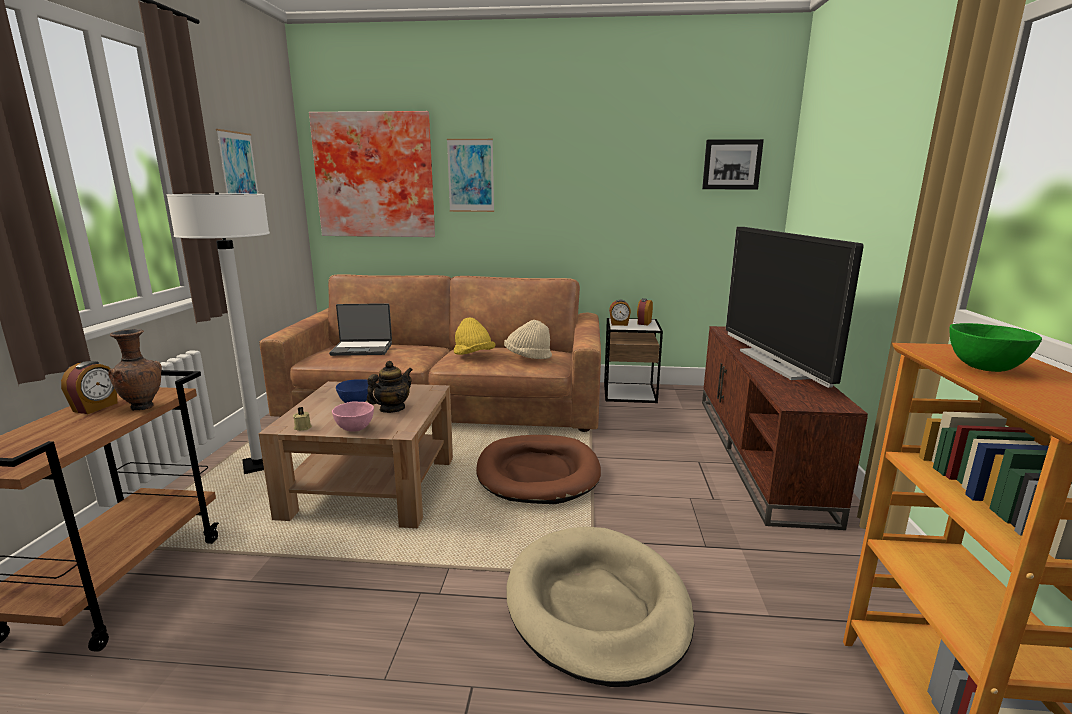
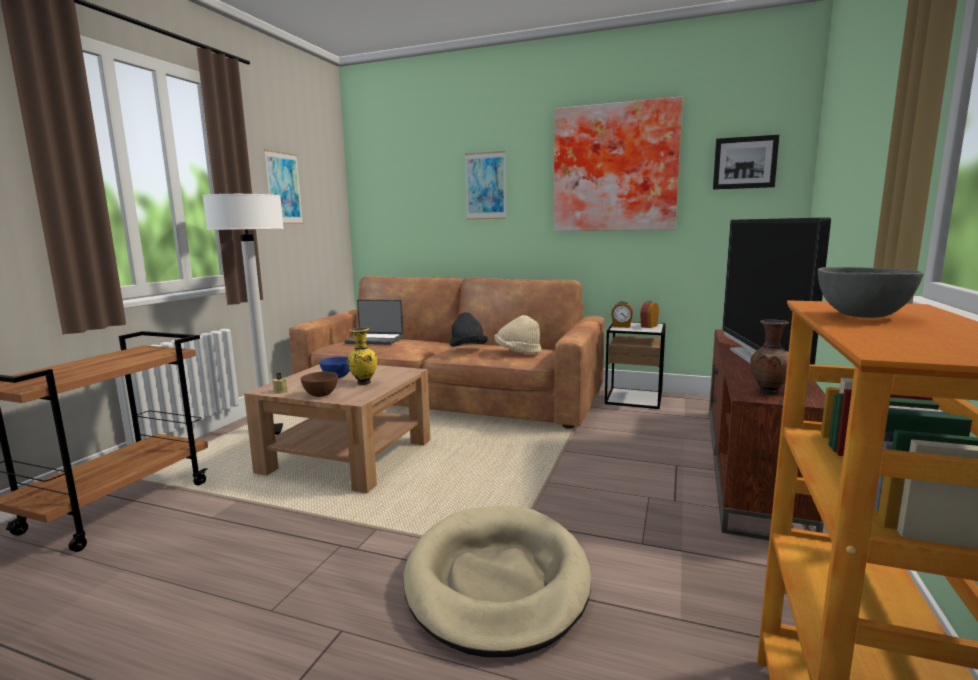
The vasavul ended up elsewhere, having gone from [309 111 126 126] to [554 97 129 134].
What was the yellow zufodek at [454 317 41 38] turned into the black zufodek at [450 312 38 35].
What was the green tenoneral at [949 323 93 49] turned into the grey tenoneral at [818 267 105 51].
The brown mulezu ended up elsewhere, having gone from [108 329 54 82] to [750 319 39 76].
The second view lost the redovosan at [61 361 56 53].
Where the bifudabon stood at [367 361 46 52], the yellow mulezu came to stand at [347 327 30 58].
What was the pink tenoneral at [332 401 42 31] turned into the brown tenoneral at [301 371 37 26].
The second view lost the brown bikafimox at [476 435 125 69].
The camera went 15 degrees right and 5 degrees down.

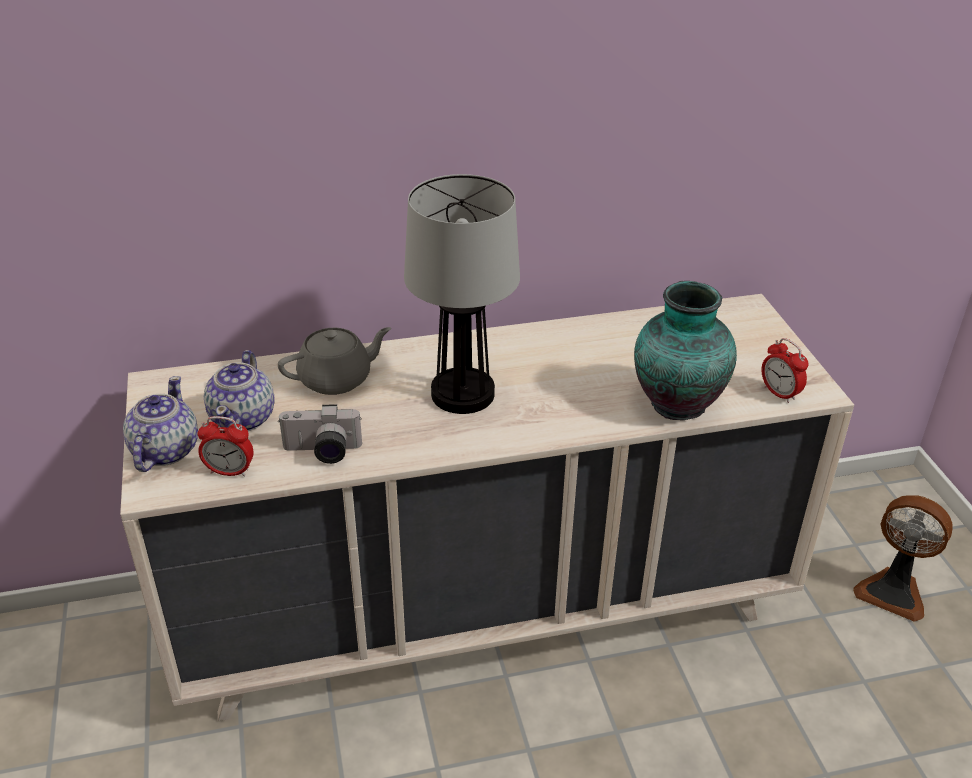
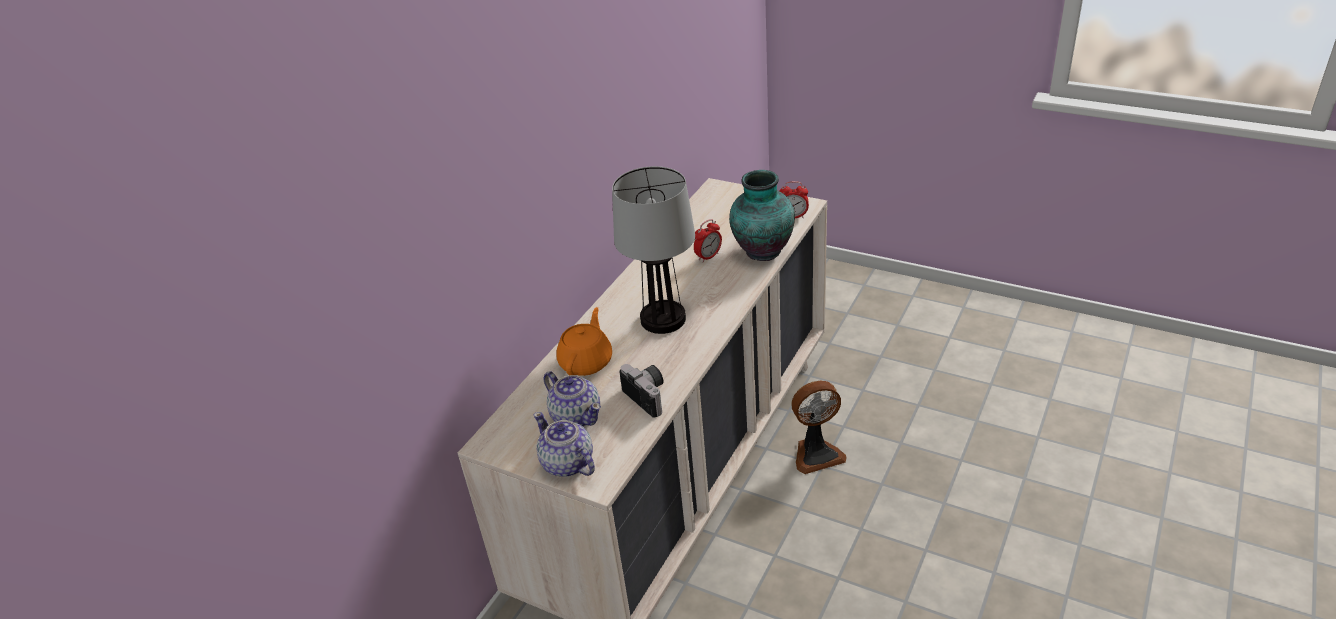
What was the grey bifudabon at [278 327 113 68] turned into the orange bifudabon at [556 307 56 69].
The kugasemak at [278 404 84 60] ended up facing another way, 75 degrees counterclockwise from before.
The redovosan ended up elsewhere, having gone from [198 416 55 61] to [694 219 28 43].
The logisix ended up elsewhere, having gone from [853 495 100 127] to [791 381 56 93].
The camera went 45 degrees left and 0 degrees up.

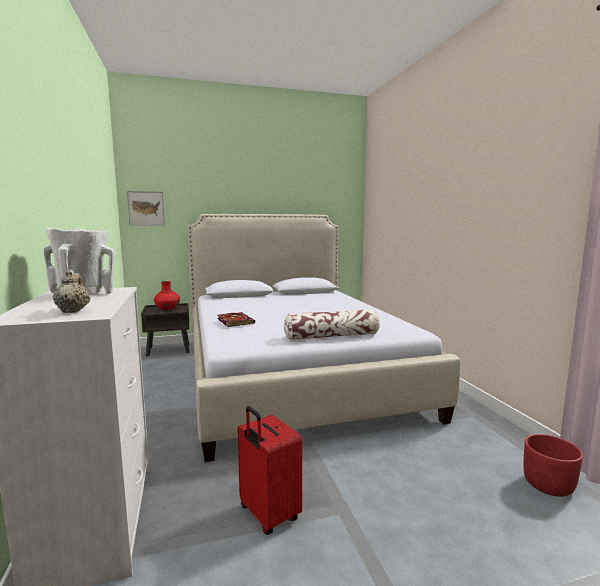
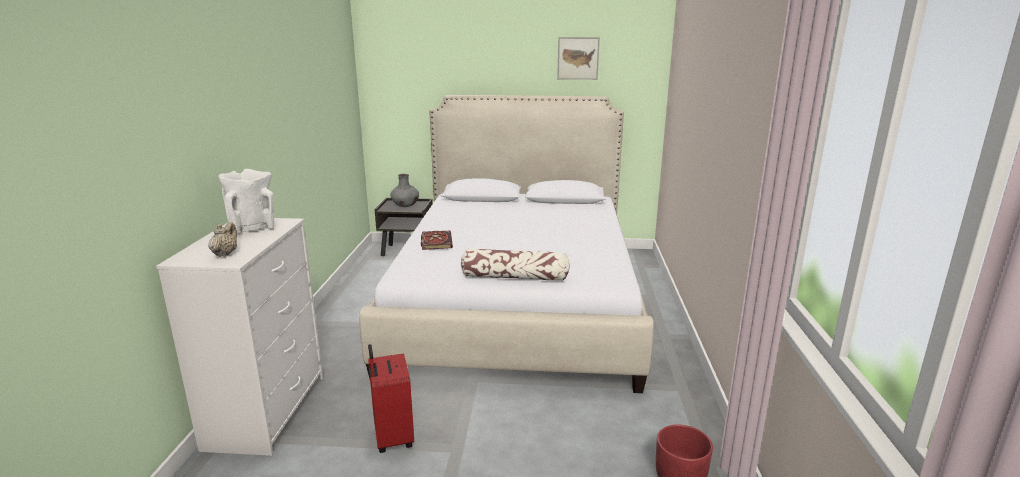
The vasavul ended up elsewhere, having gone from [127 191 38 35] to [557 37 43 43].
What was the red mulezu at [154 281 26 29] turned into the grey mulezu at [390 174 29 33].
The camera went 20 degrees right and 10 degrees up.

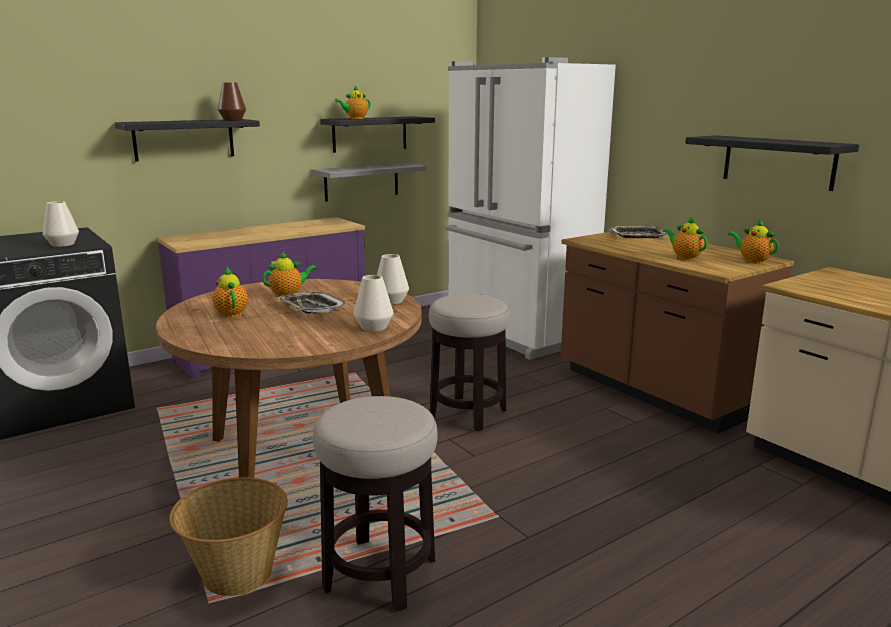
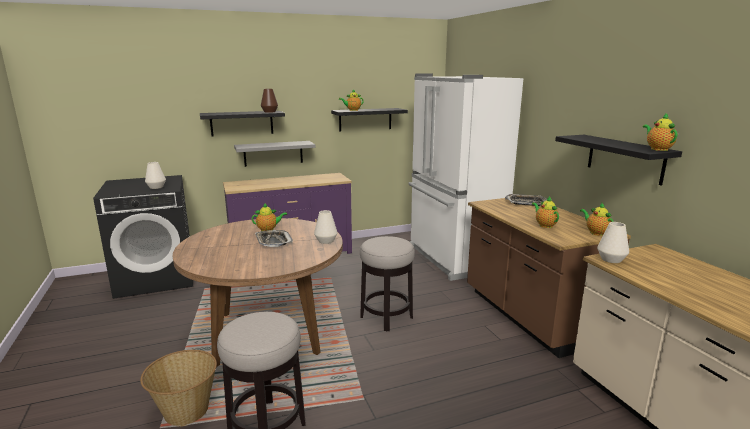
The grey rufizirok ended up elsewhere, having gone from [312 163 114 39] to [234 141 82 26].
The bifudabon ended up elsewhere, having gone from [213 266 35 52] to [643 113 34 38].
The white mulezu ended up elsewhere, having gone from [354 275 39 57] to [597 222 32 41].
The camera went 15 degrees right and 0 degrees up.

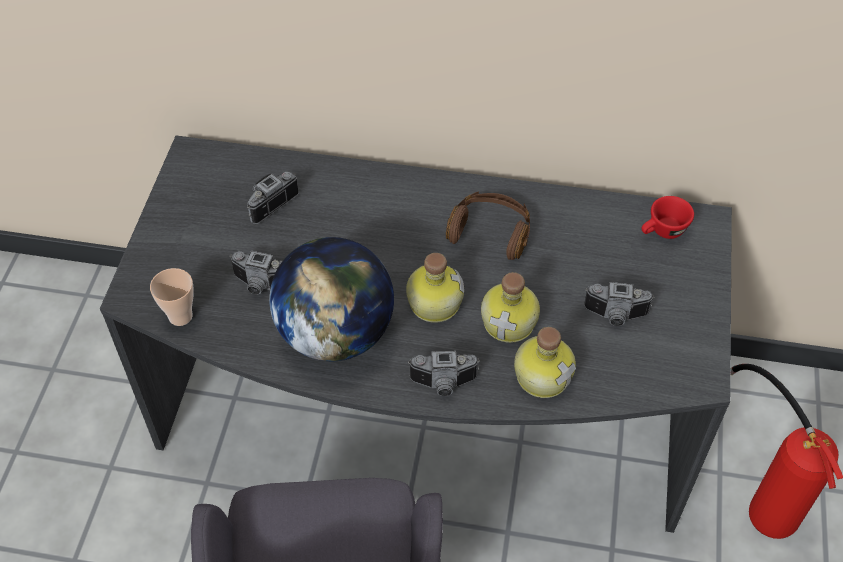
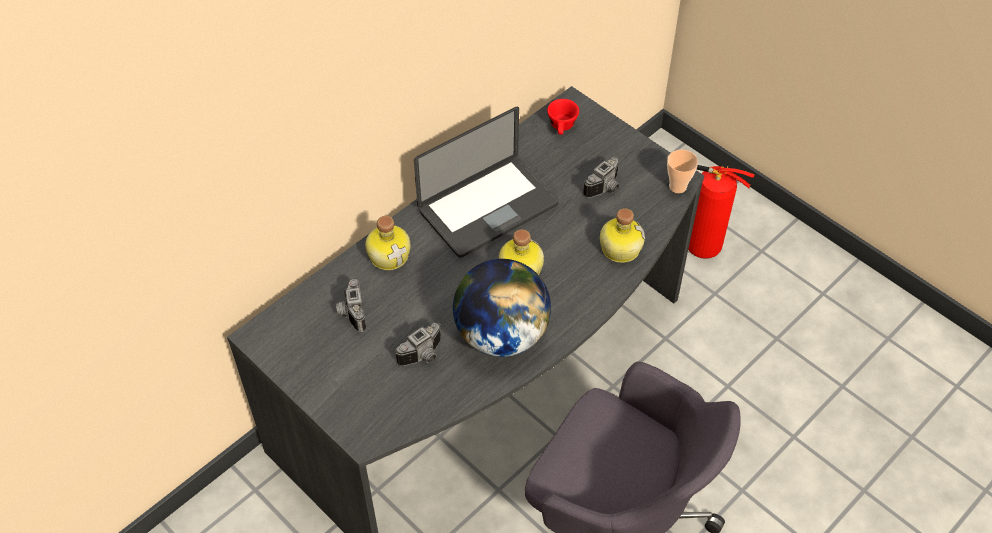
Where the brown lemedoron stood at [446 192 84 68], the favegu came to stand at [414 107 145 151].
The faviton ended up elsewhere, having gone from [150 268 44 58] to [667 150 31 43].
The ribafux ended up elsewhere, having gone from [481 272 59 71] to [365 216 45 54].
The second view lost the kugasemak at [408 351 72 45].
The camera went 55 degrees left and 0 degrees up.

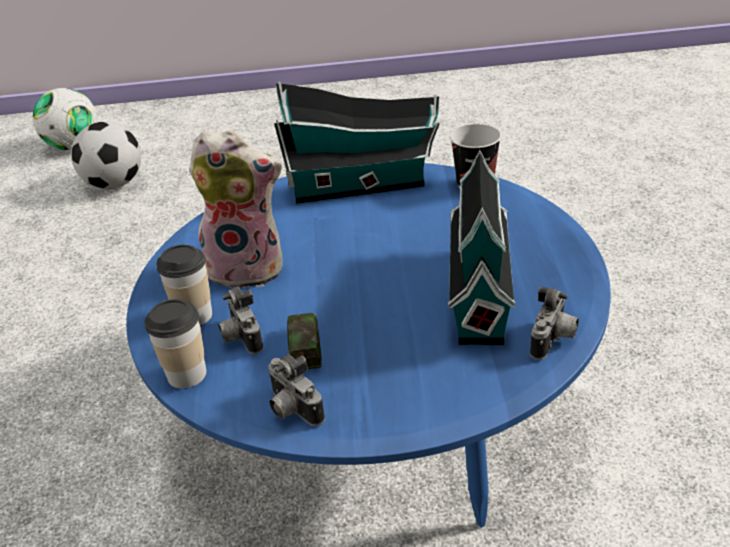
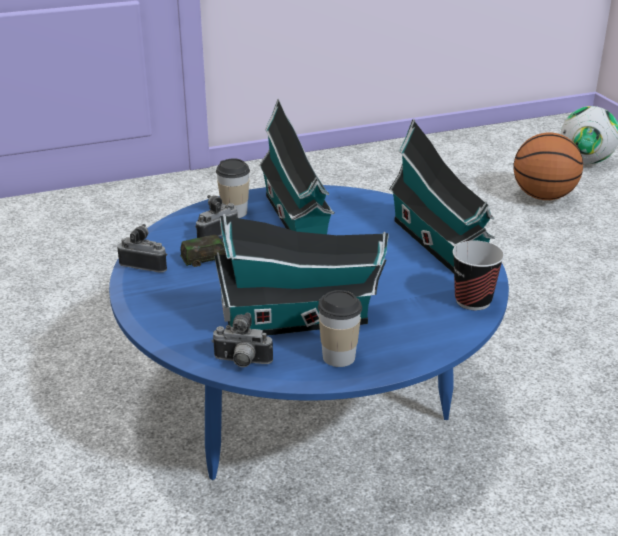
Where the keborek stood at [71 122 70 67], the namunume came to stand at [513 132 70 68].
Where the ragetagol stood at [189 130 94 158], the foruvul came to stand at [259 99 76 135].
The faviton ended up elsewhere, having gone from [145 299 62 89] to [318 290 44 77].
The kugasemak at [268 355 57 71] ended up facing another way, 75 degrees clockwise from before.
The camera went 70 degrees right and 5 degrees down.

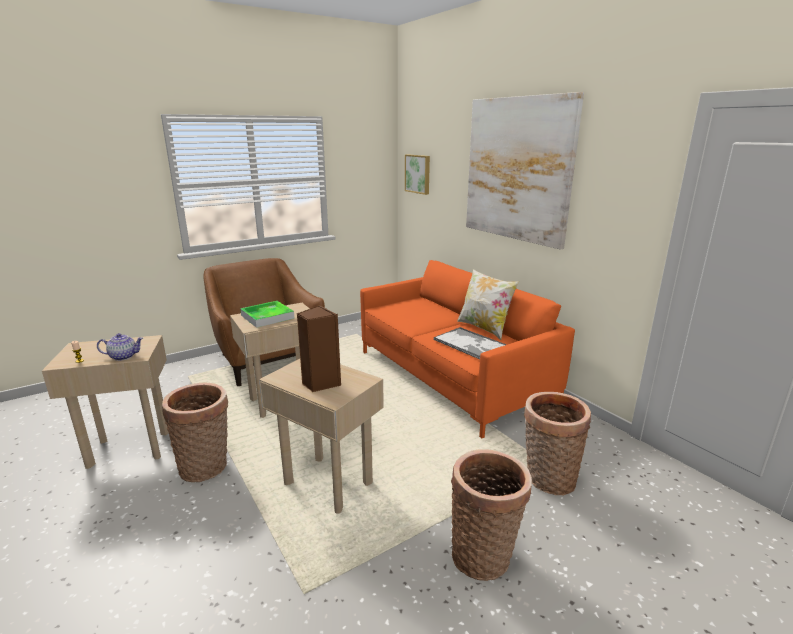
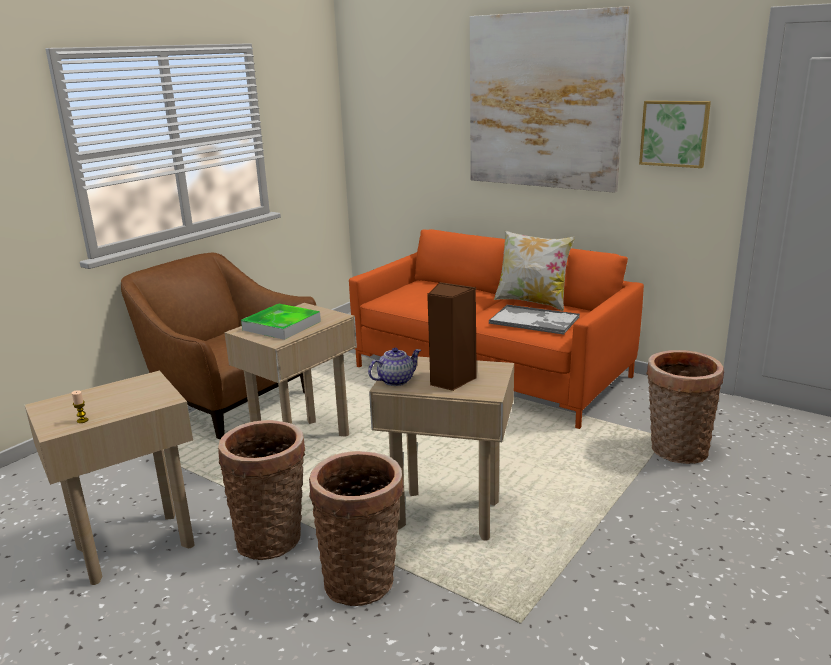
The vasavul ended up elsewhere, having gone from [405 154 25 41] to [639 101 72 67].
The bifudabon ended up elsewhere, having gone from [97 333 46 28] to [368 348 53 38].
The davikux ended up elsewhere, having gone from [451 449 81 132] to [309 451 95 155].
The camera went 20 degrees left and 0 degrees up.

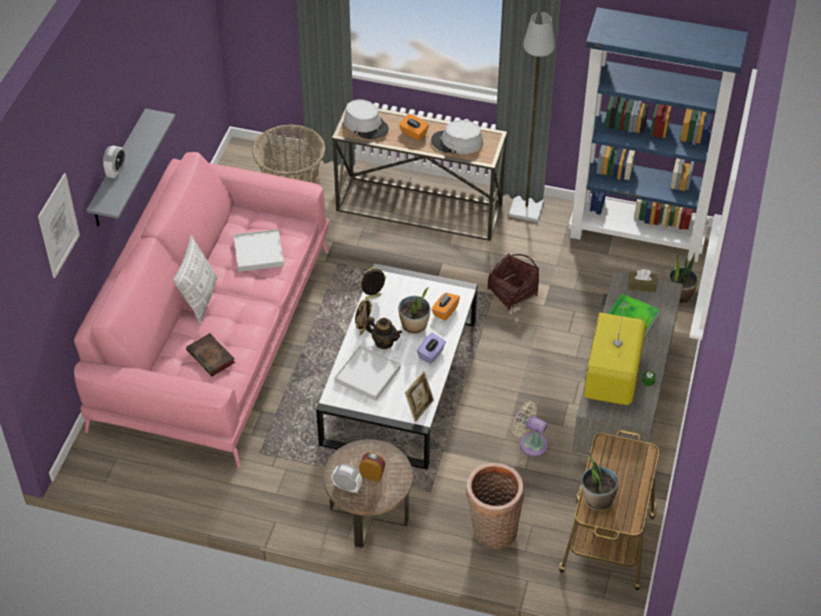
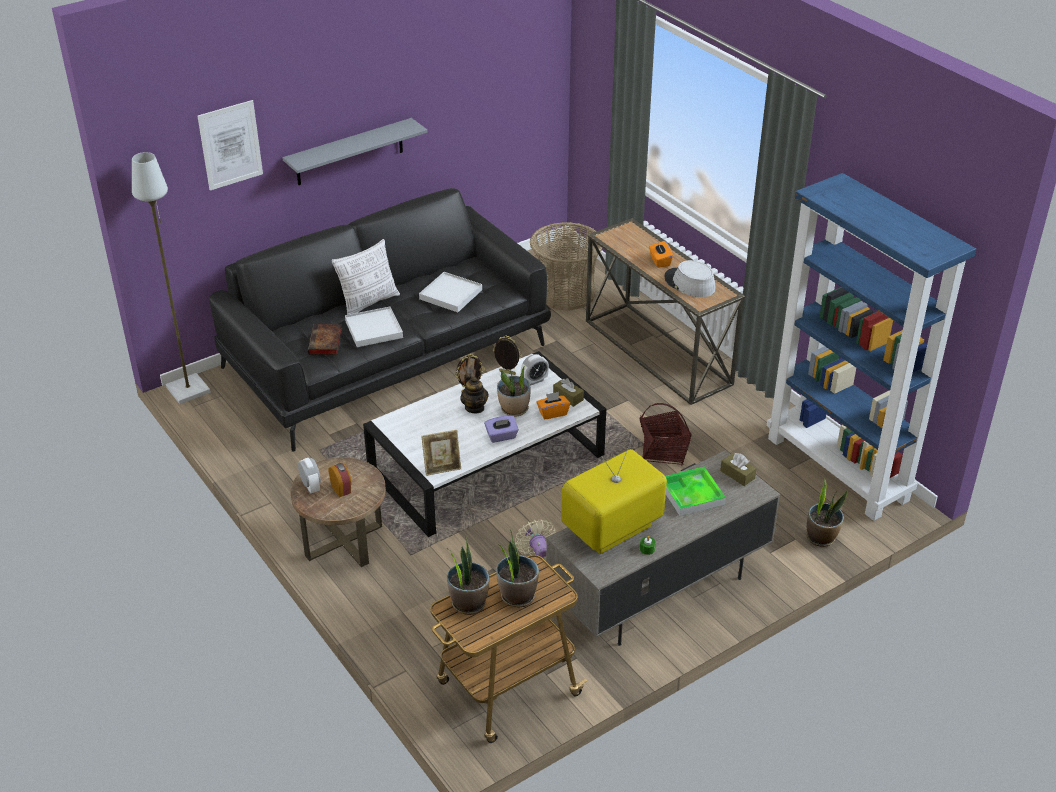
The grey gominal ended up elsewhere, having gone from [509 12 46 210] to [132 152 79 252].
The second view lost the grey zufodek at [344 100 45 39].
The redovosan ended up elsewhere, having gone from [103 145 22 33] to [521 354 28 32].
What was the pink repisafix at [74 152 255 316] turned into the black repisafix at [209 188 342 264].
The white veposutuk ended up elsewhere, having gone from [334 346 67 55] to [345 307 58 40].
The second view lost the davikux at [466 463 58 86].
The second view gained the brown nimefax at [553 378 31 29].
The second view gained the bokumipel at [496 530 43 77].
The camera went 40 degrees right and 10 degrees down.

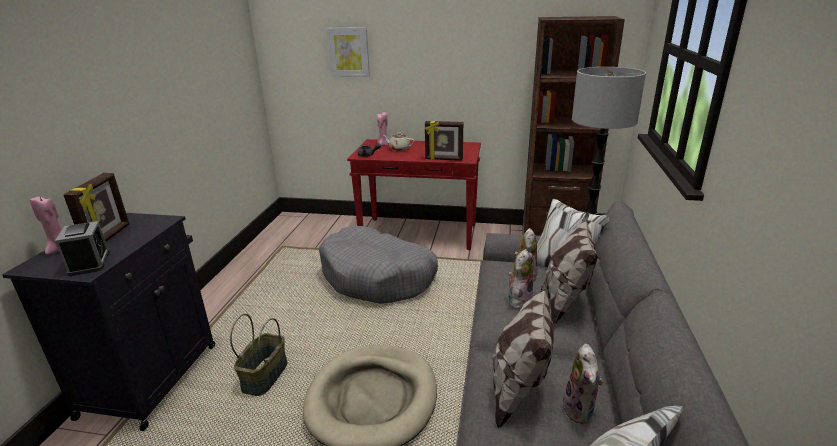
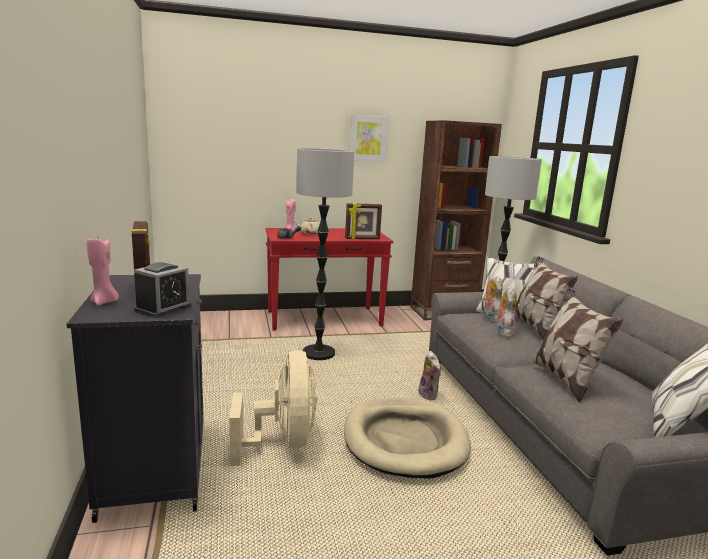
The vasavul ended up elsewhere, having gone from [326 27 44 50] to [349 115 40 47].
The redovosan at [55 221 55 55] ended up facing another way, 75 degrees clockwise from before.
Where the grey bikafimox stood at [319 226 119 78], the gominal came to stand at [296 148 58 212].
Where the davikux stood at [230 314 58 82], the beige logisix came to stand at [229 350 88 116].
The ragetagol ended up elsewhere, having gone from [562 344 42 80] to [418 351 23 49].
The camera went 25 degrees left and 10 degrees down.

